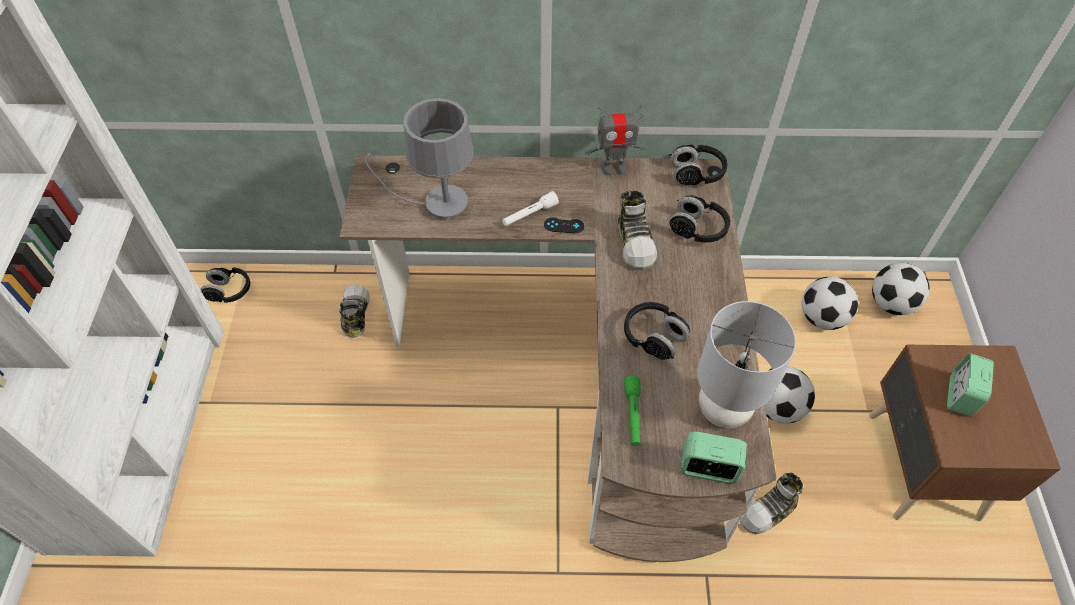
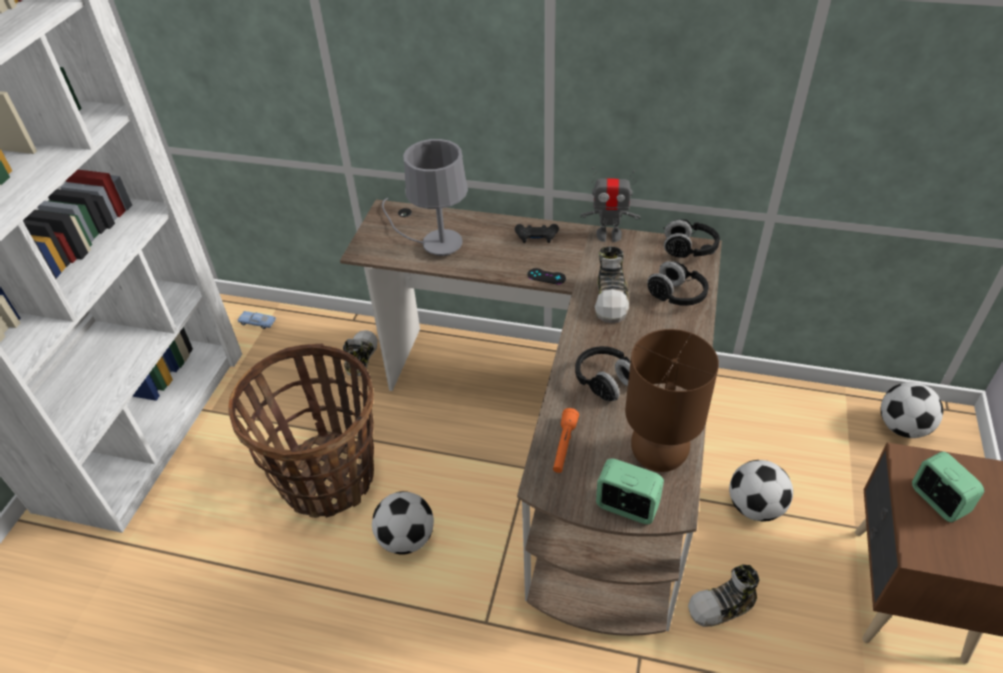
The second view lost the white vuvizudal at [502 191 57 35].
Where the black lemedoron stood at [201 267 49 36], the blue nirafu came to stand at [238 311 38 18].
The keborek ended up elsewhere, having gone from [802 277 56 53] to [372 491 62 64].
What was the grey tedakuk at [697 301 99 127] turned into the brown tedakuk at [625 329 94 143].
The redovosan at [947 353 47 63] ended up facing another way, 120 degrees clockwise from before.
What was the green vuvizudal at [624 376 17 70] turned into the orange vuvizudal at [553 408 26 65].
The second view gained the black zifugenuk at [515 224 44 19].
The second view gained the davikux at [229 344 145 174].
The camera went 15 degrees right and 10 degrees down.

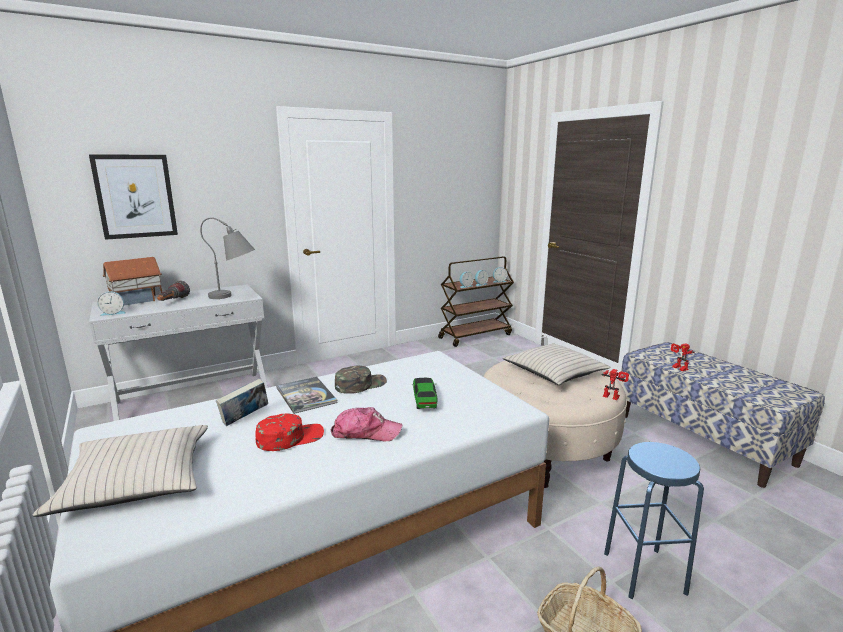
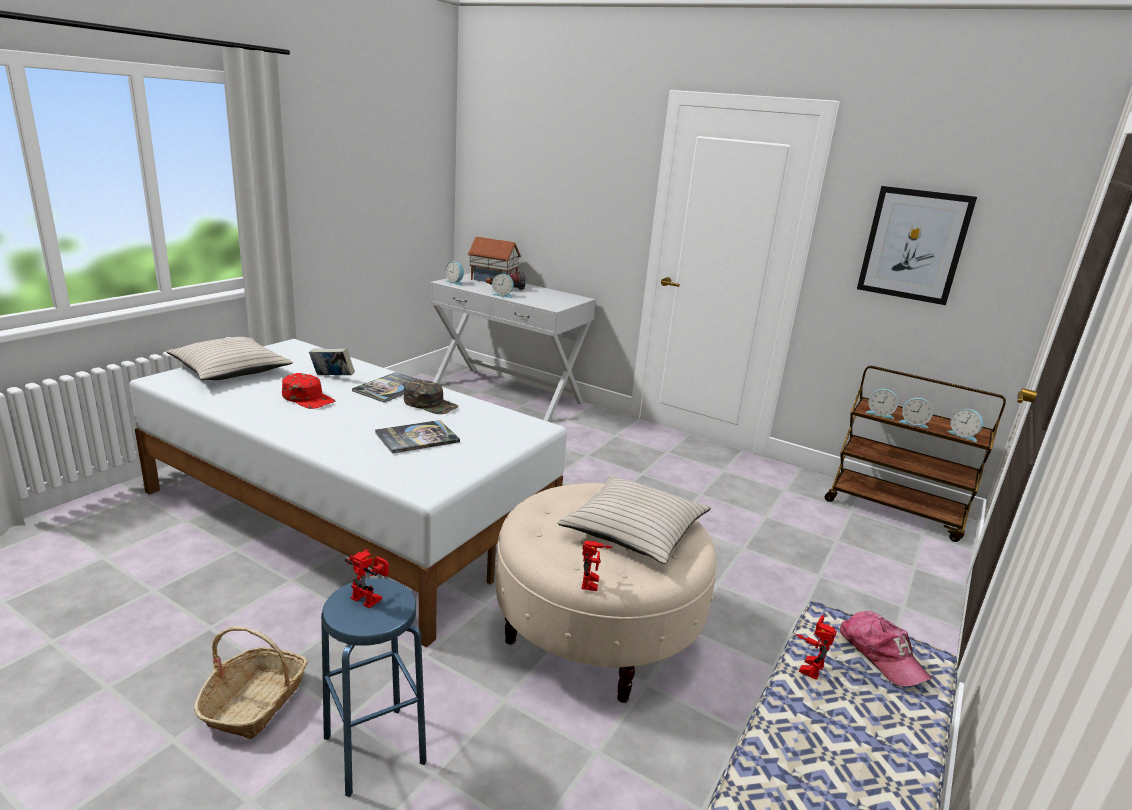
The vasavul ended up elsewhere, having gone from [89 154 89 86] to [857 186 120 119].
The second view lost the grey tedakuk at [200 217 55 82].
Where the nirafu stood at [412 378 26 31], the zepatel came to stand at [375 420 85 34].
The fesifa ended up elsewhere, having gone from [331 407 71 35] to [840 611 92 75].
The second view gained the redovosan at [492 274 22 24].
The second view gained the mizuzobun at [345 549 44 59].
The camera went 60 degrees right and 5 degrees up.

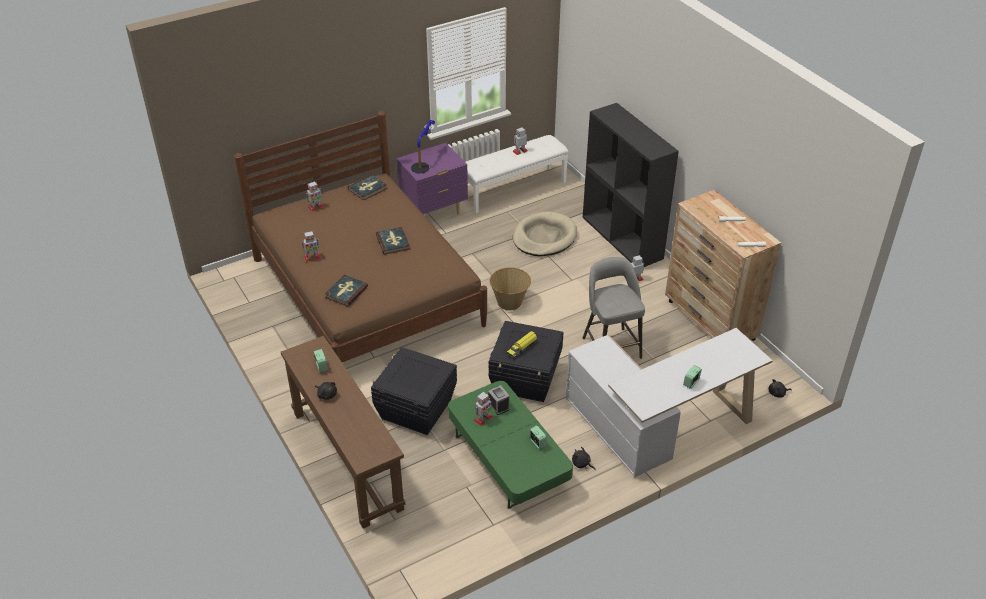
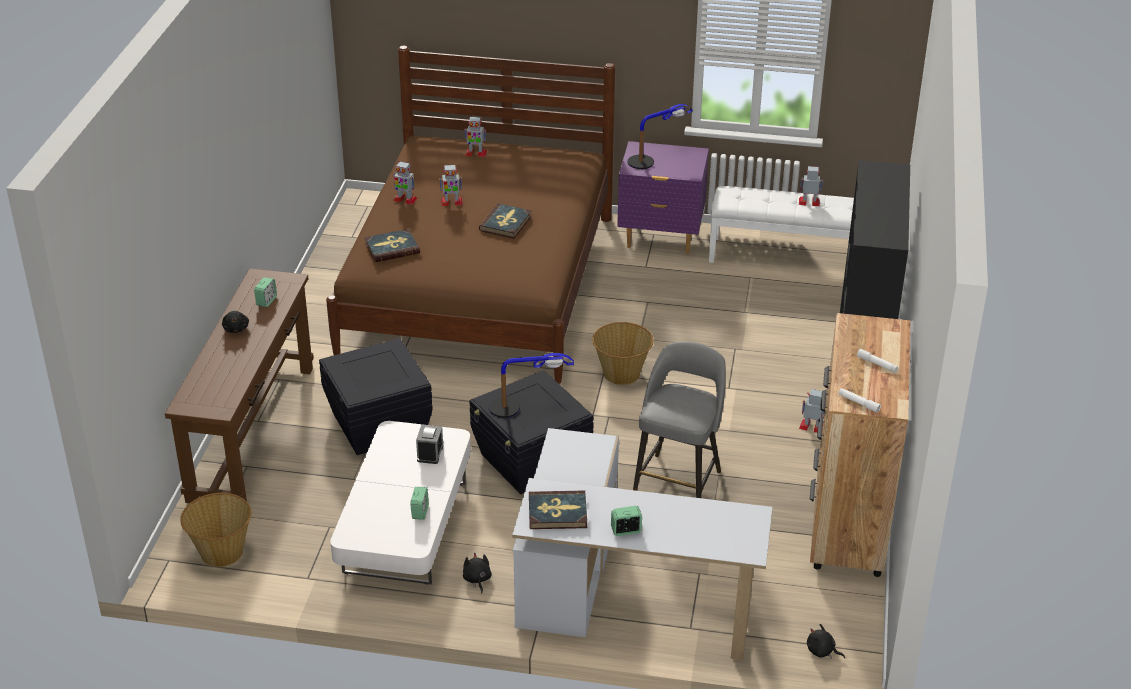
The zepatel ended up elsewhere, having gone from [348 175 39 25] to [529 490 58 39].
The second view lost the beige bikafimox at [512 211 65 45].
Where the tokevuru stood at [506 331 32 28], the tedakuk came to stand at [488 353 86 65].
What was the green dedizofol at [448 381 125 128] turned into the white dedizofol at [330 421 141 164].
The mizuzobun ended up elsewhere, having gone from [474 391 19 35] to [439 165 24 41].
The second view gained the davikux at [180 493 71 74].
The camera went 40 degrees right and 5 degrees down.

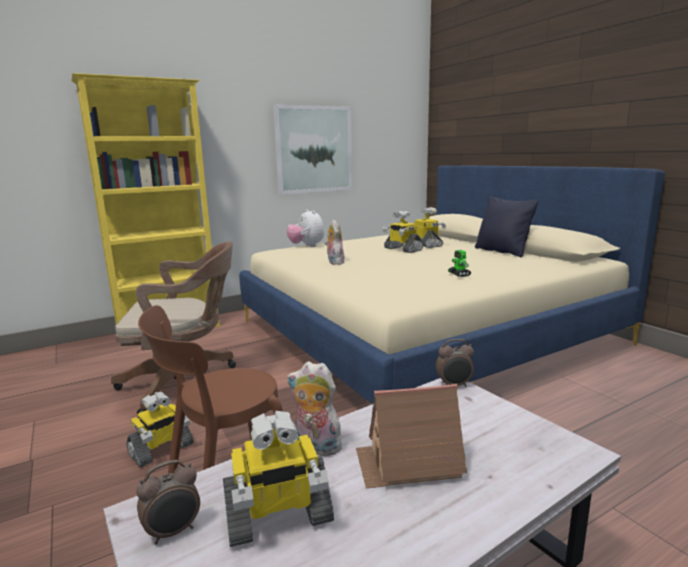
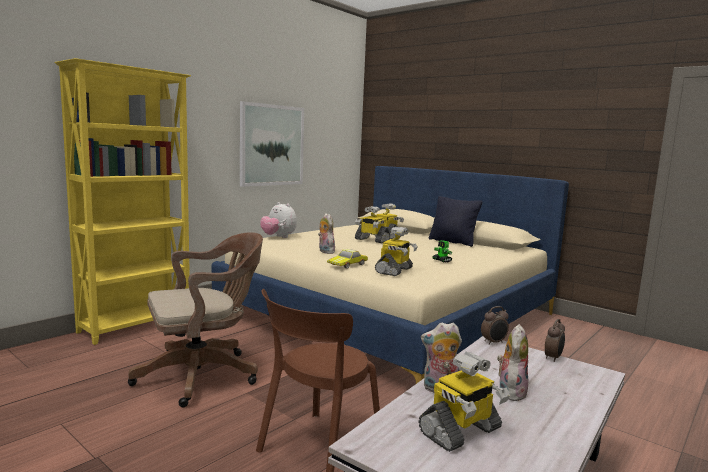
Where the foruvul stood at [356 384 111 105], the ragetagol came to stand at [497 324 32 77].
The mizuzobun ended up elsewhere, having gone from [126 392 68 75] to [375 227 43 49].
The redovosan ended up elsewhere, having gone from [136 460 64 85] to [545 319 20 43].
The second view gained the nirafu at [327 249 41 20].
The camera went 20 degrees left and 5 degrees down.

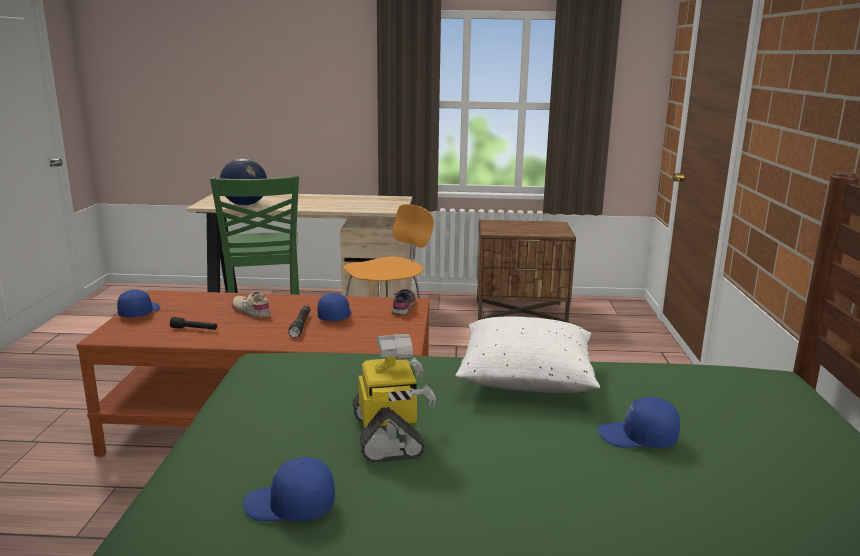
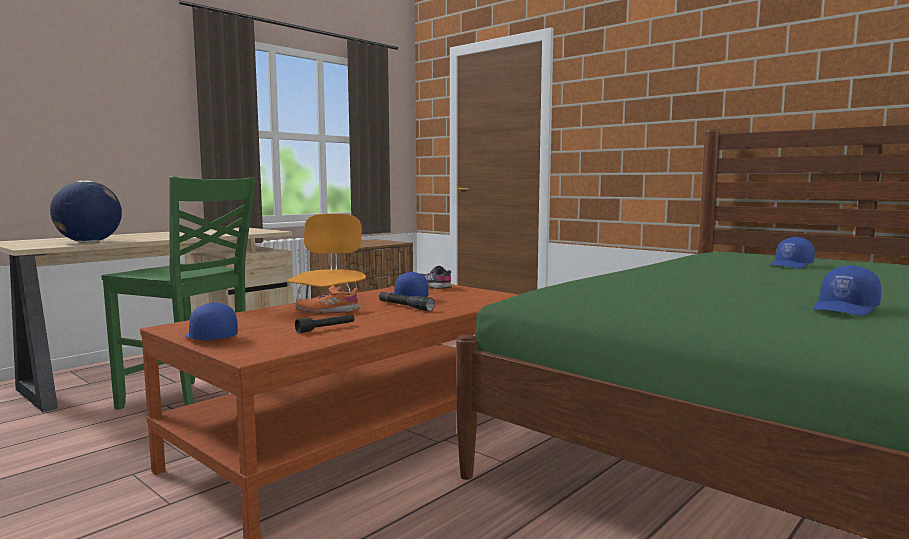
What was the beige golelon at [232 291 38 27] turned into the orange golelon at [295 285 65 29].
The second view lost the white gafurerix at [455 316 145 77].
The second view lost the mizuzobun at [352 334 84 128].
The camera went 50 degrees left and 10 degrees down.

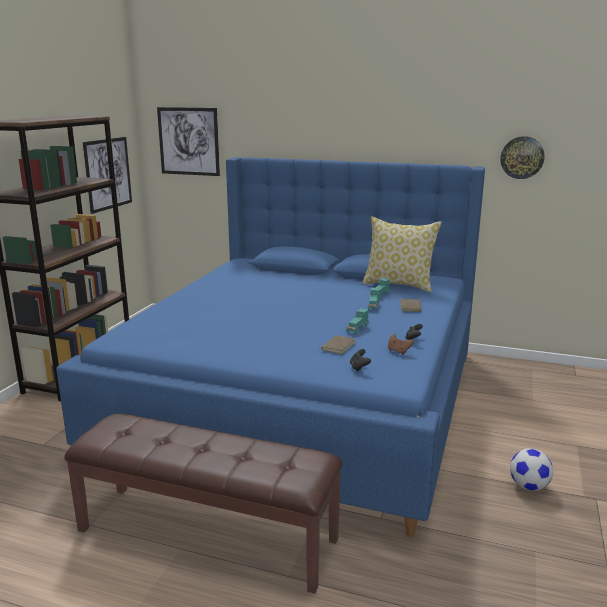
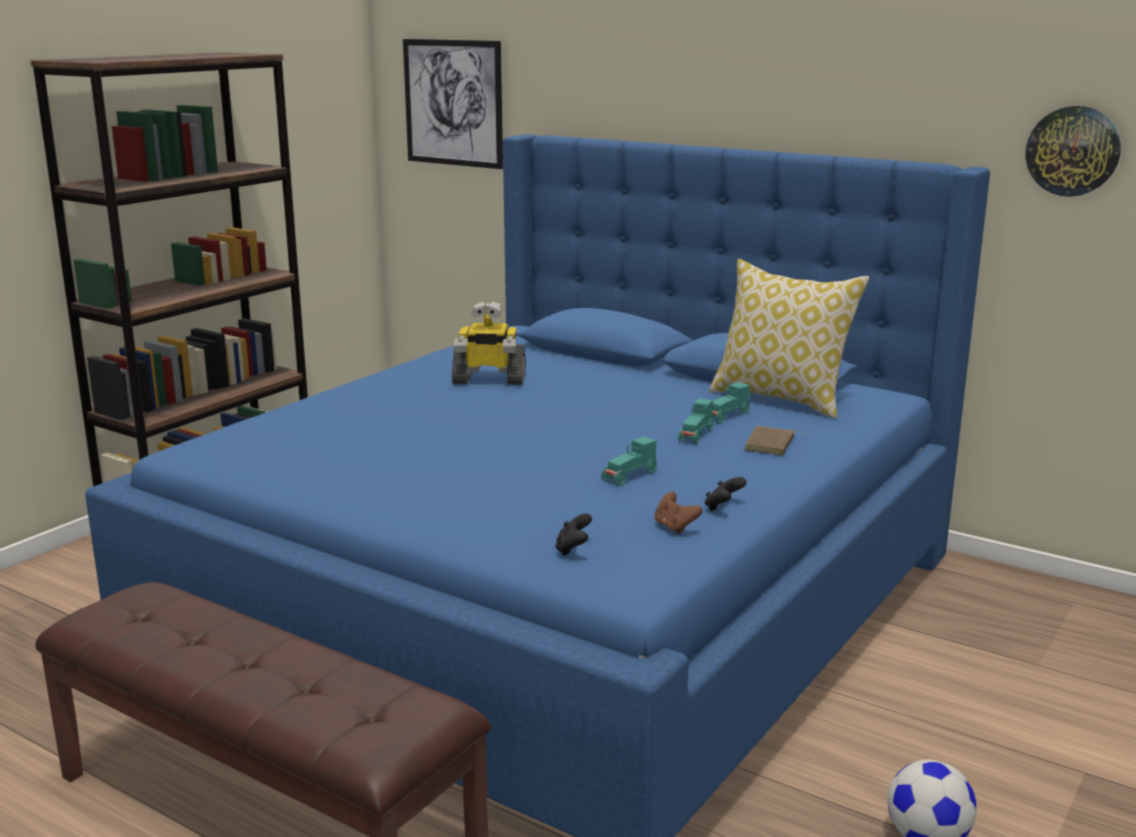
The second view lost the vasavul at [83 137 49 77].
The second view lost the brown zepatel at [315 335 41 19].
The second view gained the mizuzobun at [452 301 74 84].
The camera went 15 degrees right and 0 degrees up.

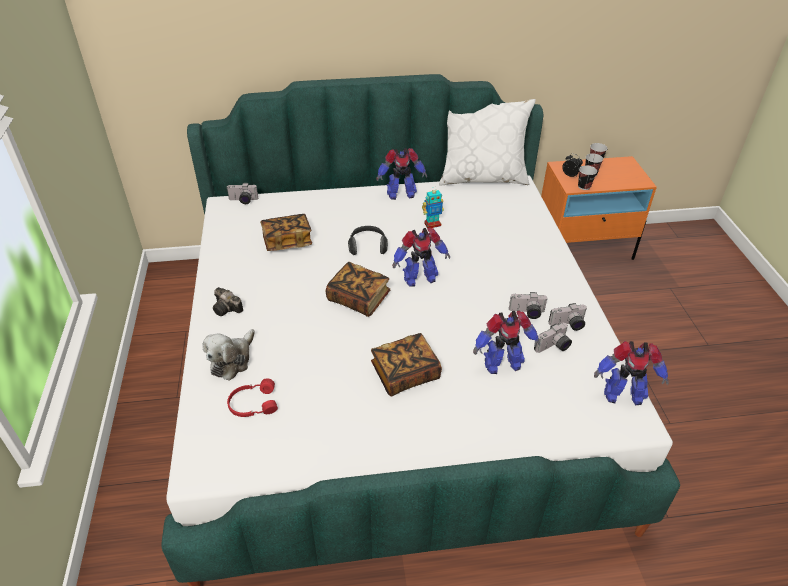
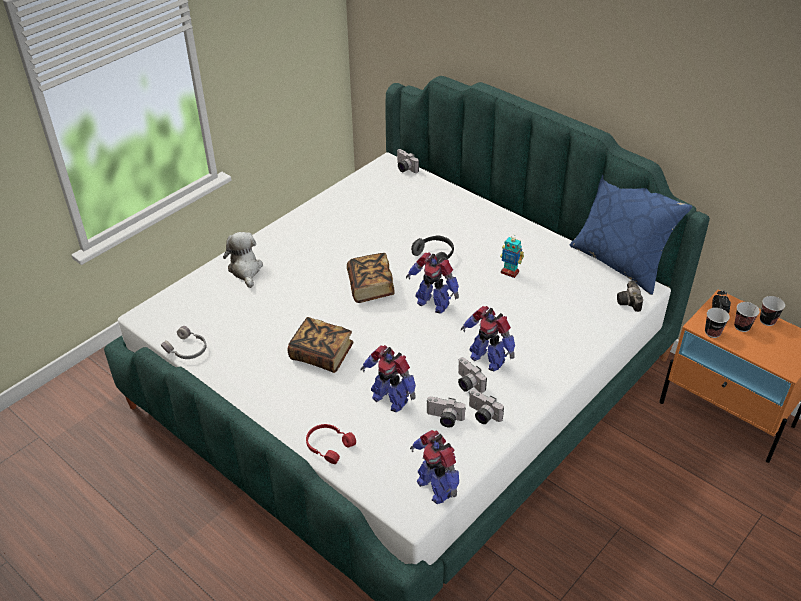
What was the white gafurerix at [439 99 97 86] turned into the blue gafurerix at [570 175 122 120].
The mizuzobun ended up elsewhere, having gone from [377 148 50 52] to [461 306 54 65].
The second view lost the zepatel at [260 214 52 37].
The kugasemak ended up elsewhere, having gone from [213 287 30 29] to [617 280 26 32].
The ragetagol at [203 329 52 52] ended up facing another way, 90 degrees clockwise from before.
The red lemedoron ended up elsewhere, having gone from [227 378 51 39] to [306 424 50 40].
The second view gained the grey lemedoron at [161 326 46 33].
The camera went 50 degrees right and 0 degrees up.

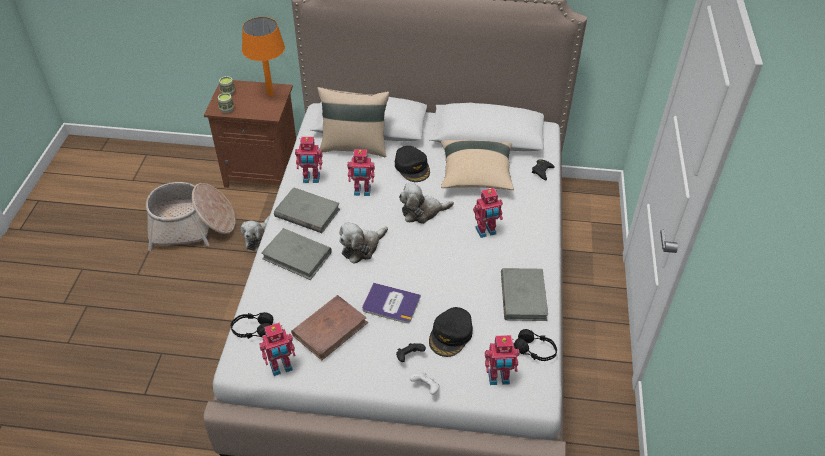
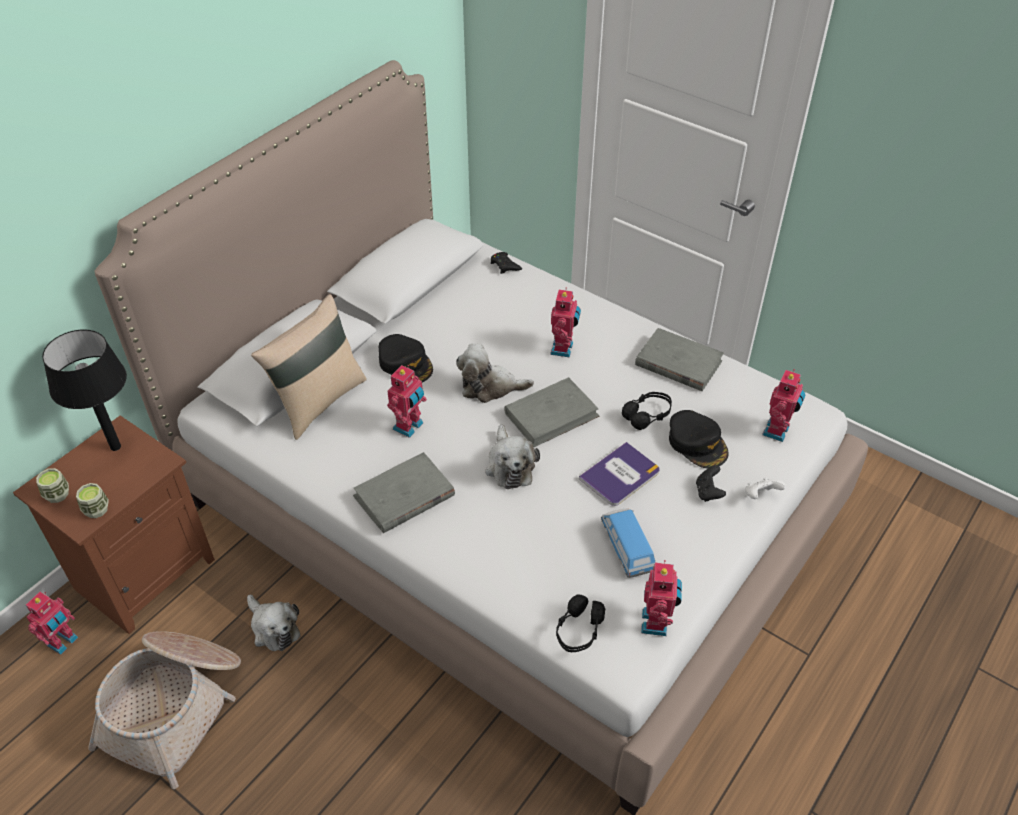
What was the orange tedakuk at [242 17 43 79] turned into the black tedakuk at [42 330 85 121].
The mizuzobun ended up elsewhere, having gone from [295 137 28 46] to [26 592 52 63].
The second view lost the beige gafurerix at [441 140 73 50].
The black fesifa at [395 146 35 36] ended up facing another way, 45 degrees clockwise from before.
The ragetagol at [399 182 55 42] ended up facing another way, 75 degrees clockwise from before.
The grey zepatel ended up elsewhere, having gone from [261 228 71 52] to [504 377 96 70].
Where the brown zepatel stood at [291 295 77 66], the nirafu came to stand at [601 508 55 70].
The black lemedoron ended up elsewhere, having gone from [514 329 43 32] to [622 392 50 38].
The camera went 60 degrees left and 0 degrees up.

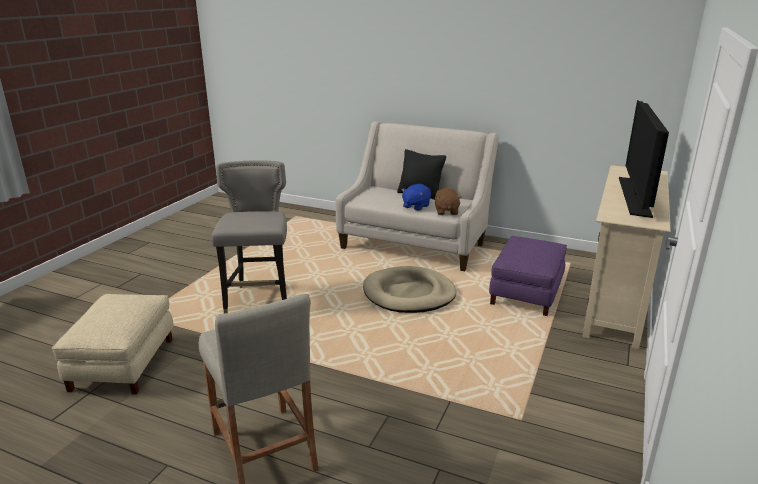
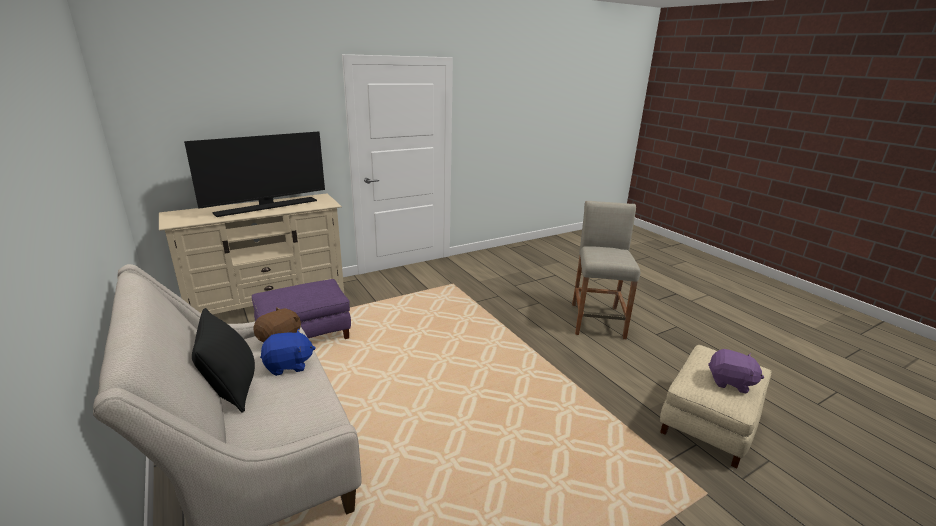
The second view lost the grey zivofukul at [212 160 75 153].
The second view lost the beige bikafimox at [363 266 93 47].
The second view gained the purple ragetagol at [708 349 56 44].
The camera went 145 degrees left and 0 degrees up.

